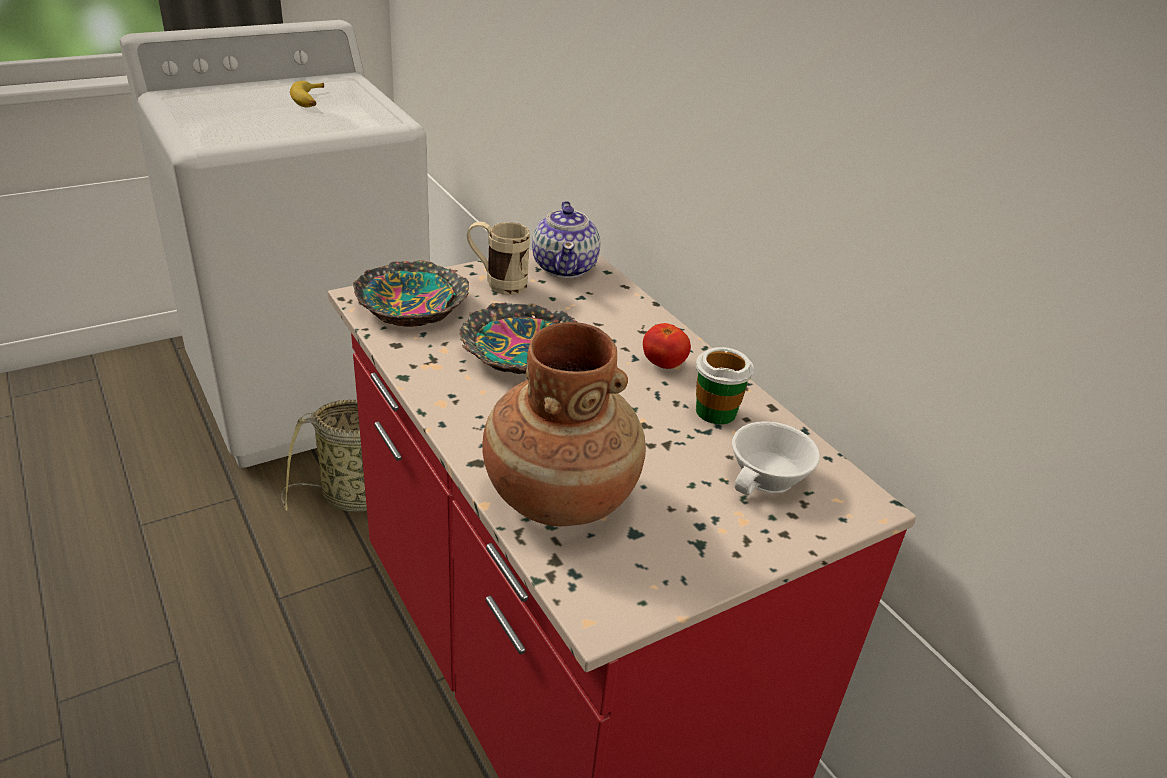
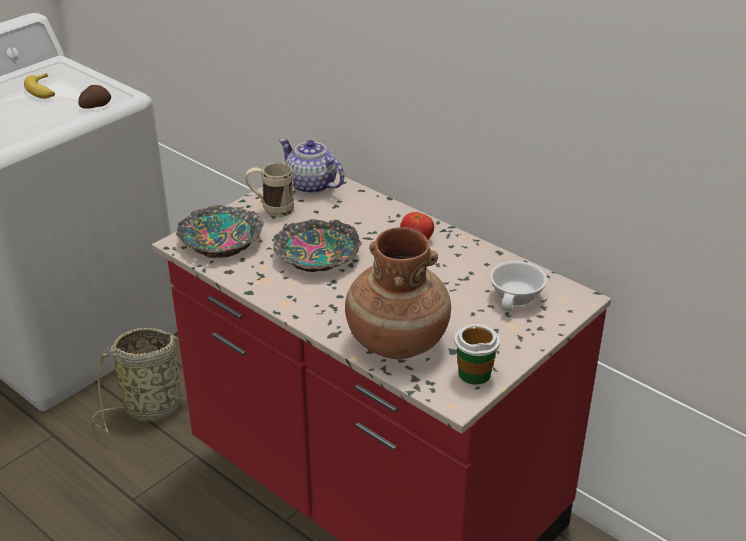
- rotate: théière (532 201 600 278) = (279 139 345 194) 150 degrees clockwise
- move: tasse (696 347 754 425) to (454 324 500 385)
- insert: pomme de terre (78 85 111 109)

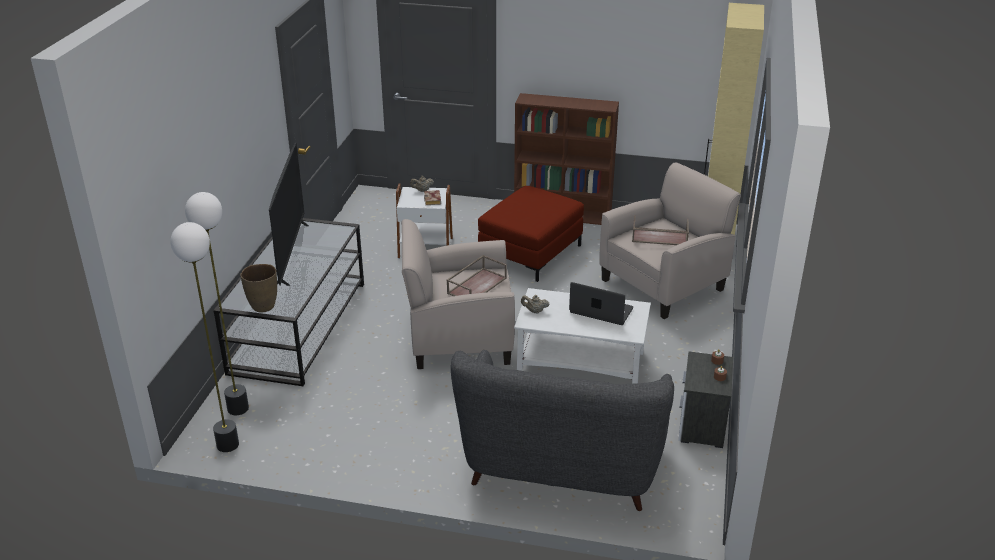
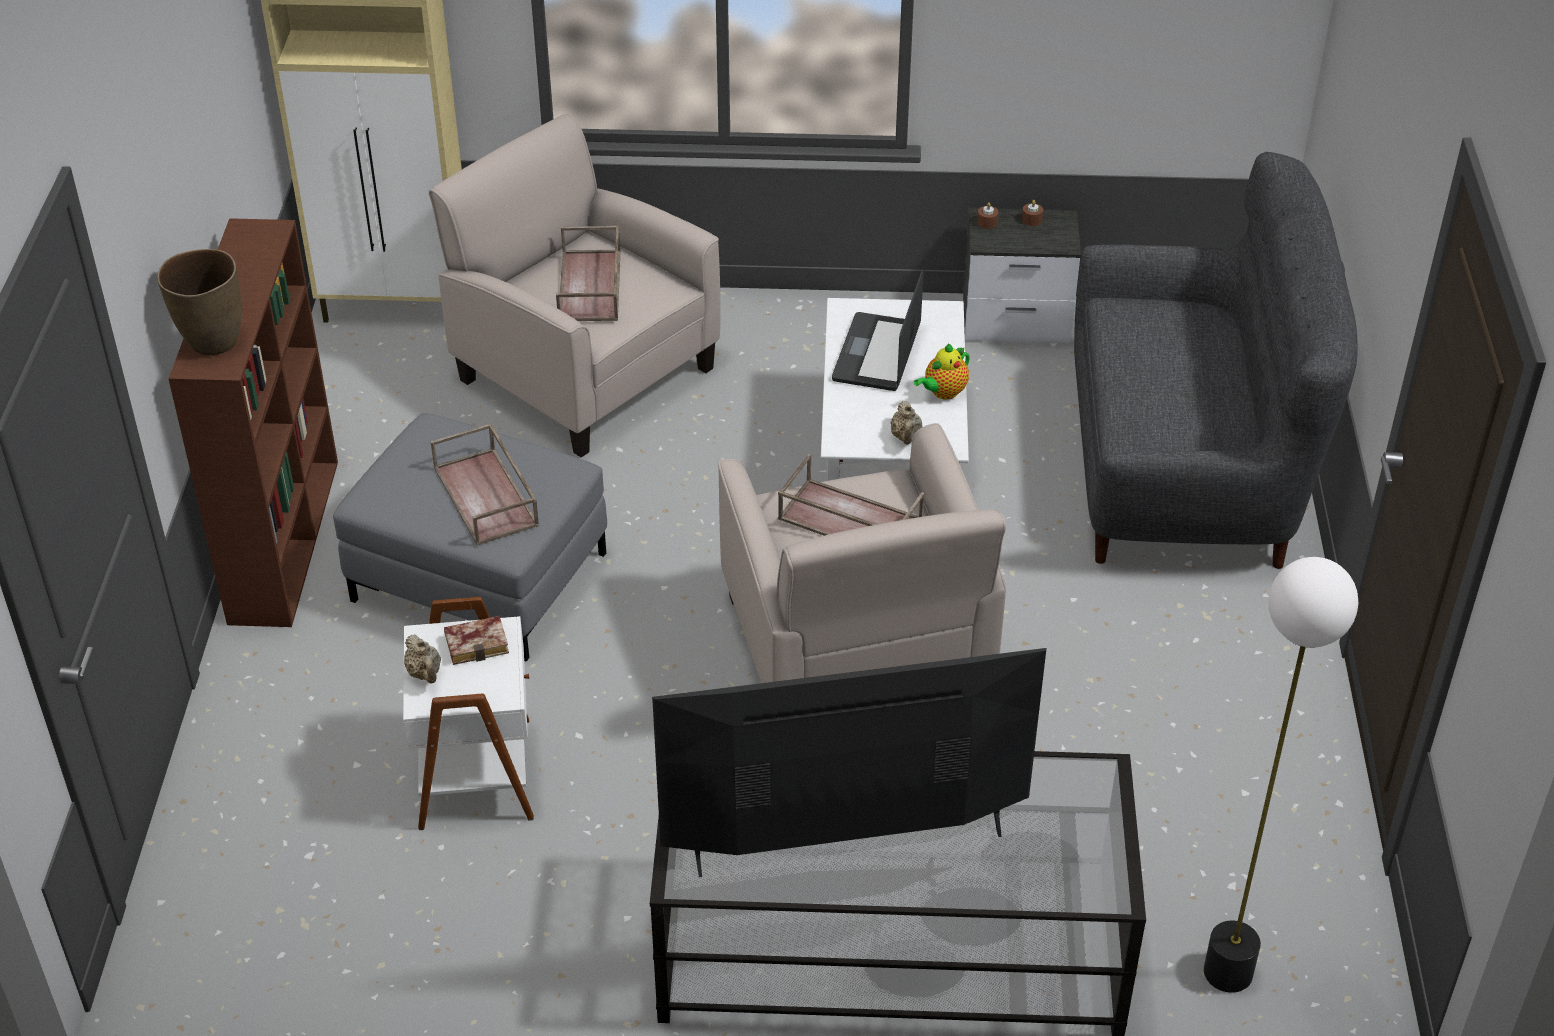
- recolor: pouf [rouge] (478 186 584 282) to pouf [gris] (333 413 607 662)
- delete: lampadaire (170 222 239 452)
- move: vase [marron] (240 264 277 312) to (157 249 241 355)
- insert: théière (914 344 970 399)
- insert: plateau [marron] (430 423 539 546)

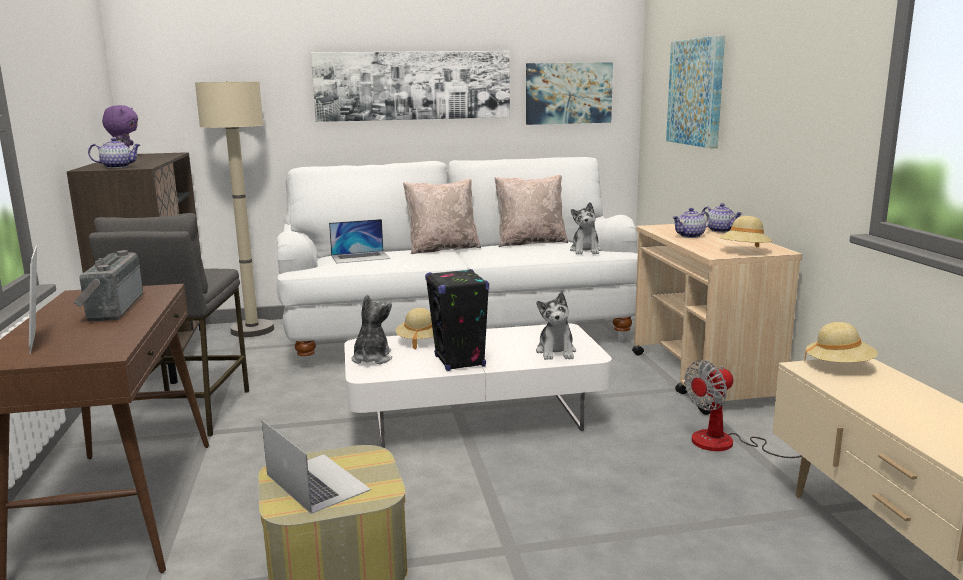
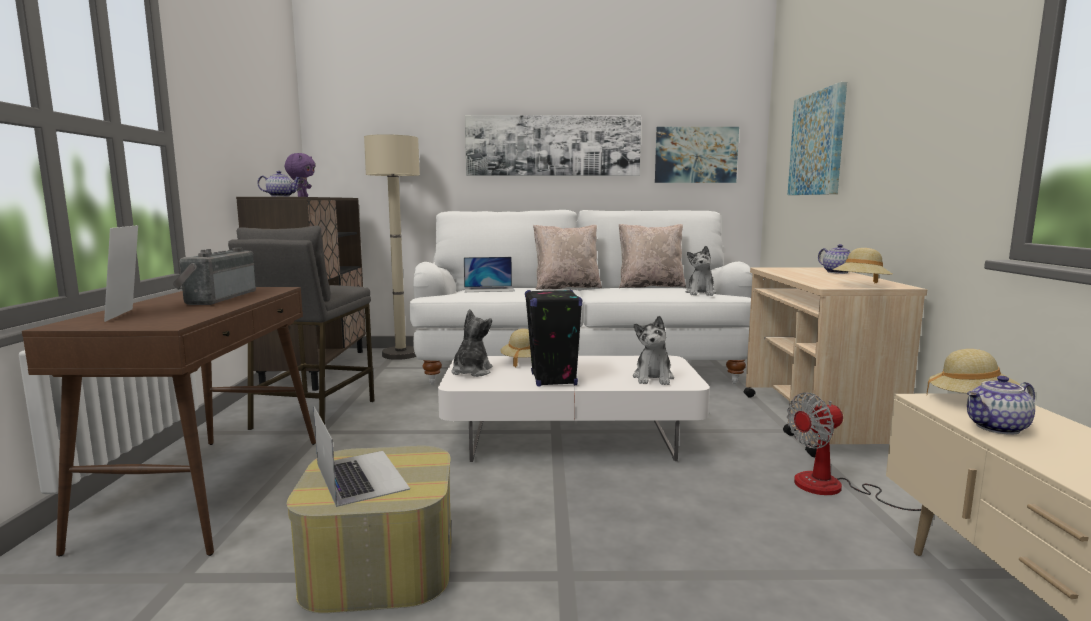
- move: théière (672 208 710 238) to (967 376 1035 435)

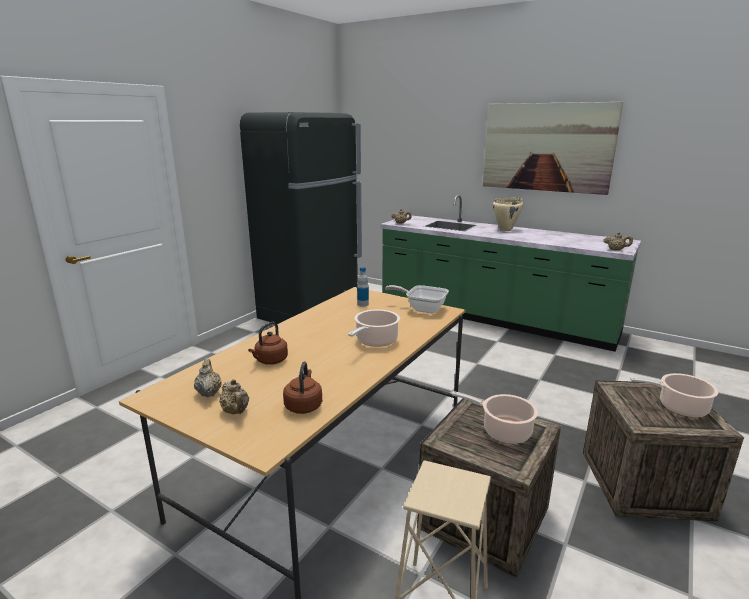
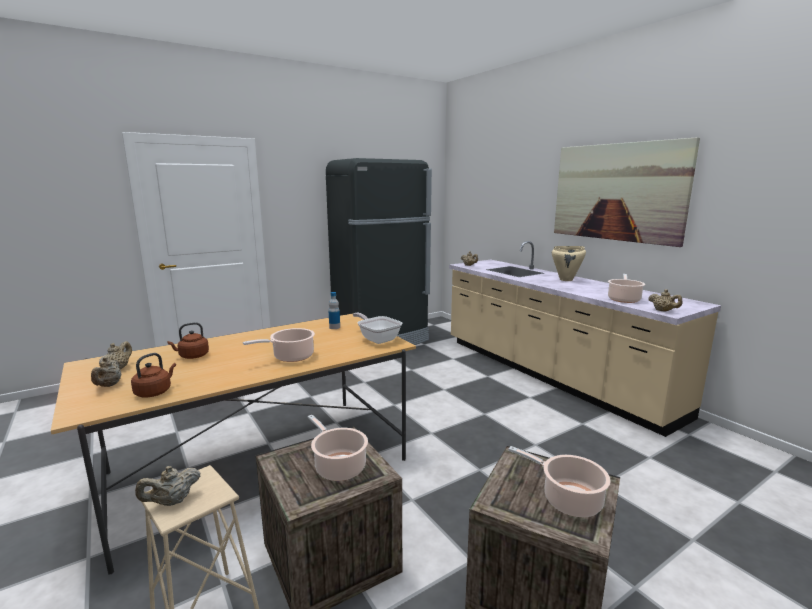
- recolor: comptoir de cuisine [vert] (380 195 641 352) to comptoir de cuisine [beige] (449 241 721 437)
- insert: marmite (608 274 645 303)
- insert: théière [beige] (135 466 201 506)

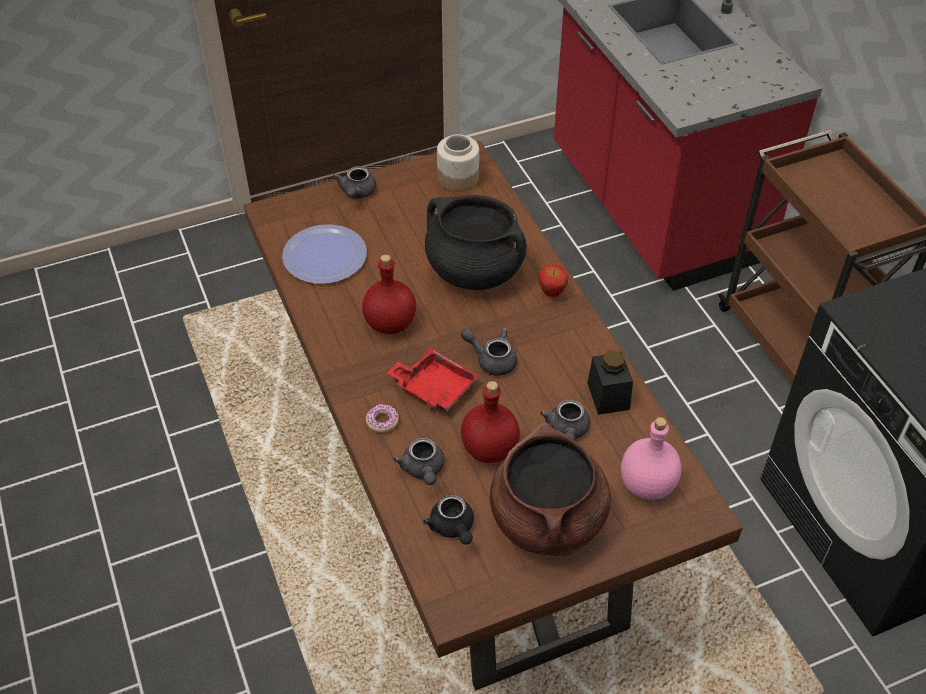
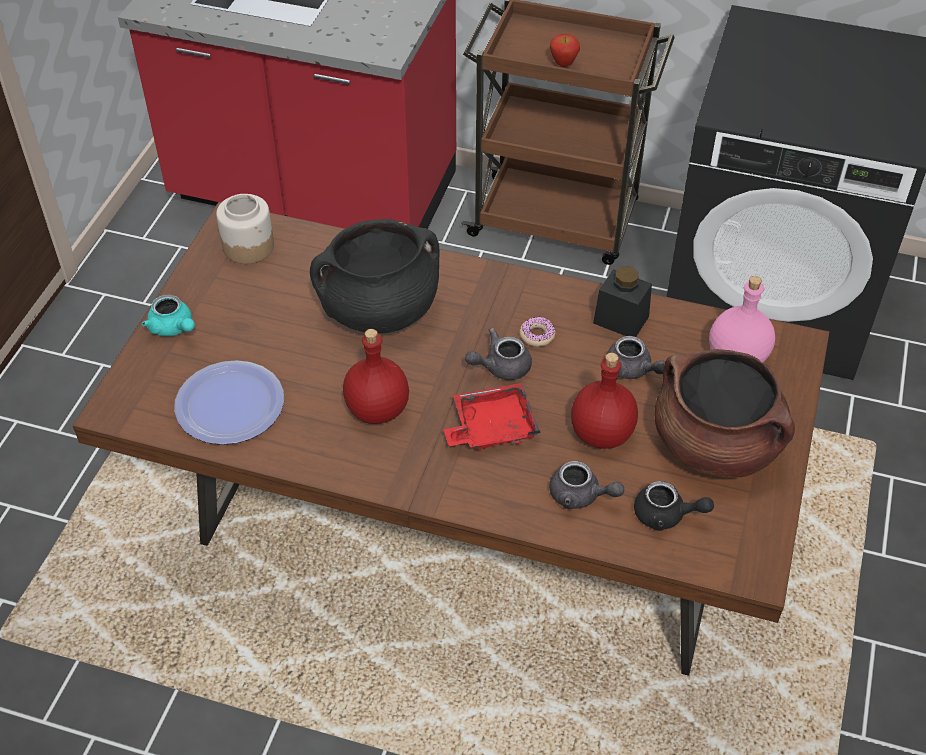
- recolor: théière [gris] (333 166 376 198) to théière [turquoise] (142 294 195 336)
- move: pomme (538 264 569 297) to (550 34 580 67)
- move: beignet (366 404 399 433) to (520 317 555 347)

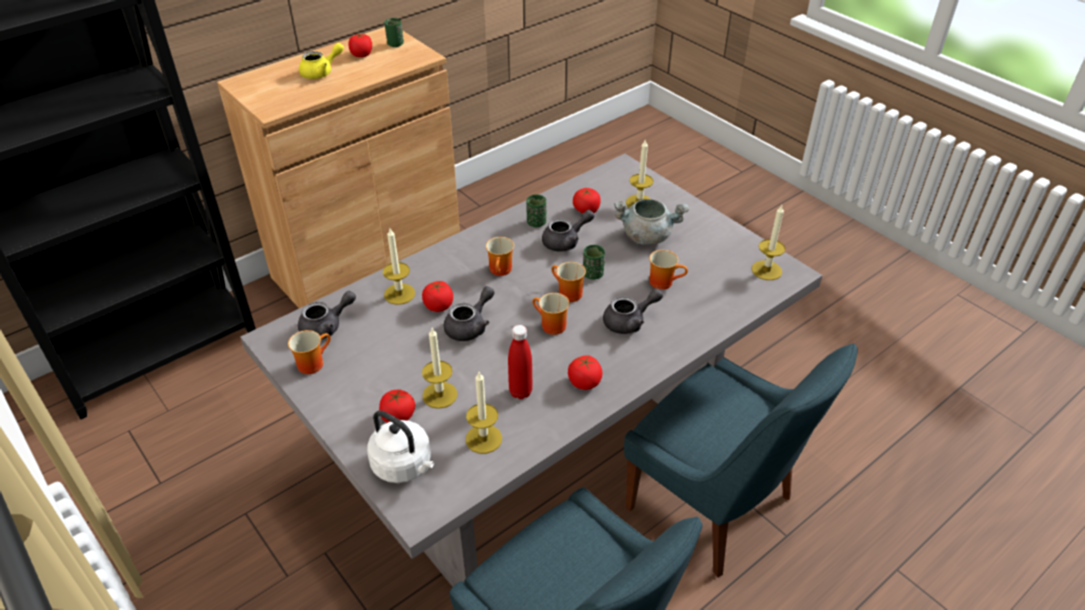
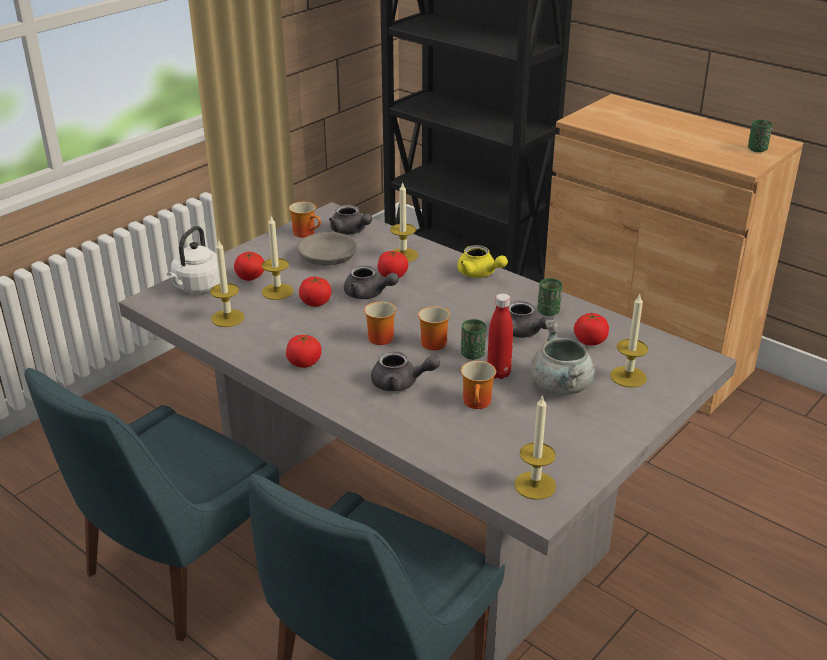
- move: tomate (349 34 372 57) to (299 277 331 307)
- move: théière [jaune] (299 43 344 79) to (457 245 508 278)
- delete: mug (486 237 514 276)
- rotate: théière [gris] (603 289 663 334) = (371 351 440 391) 45 degrees counterclockwise
- move: bouteille [rouge] (508 325 533 399) to (487 293 513 379)
- insert: bol [gris] (297 232 358 266)

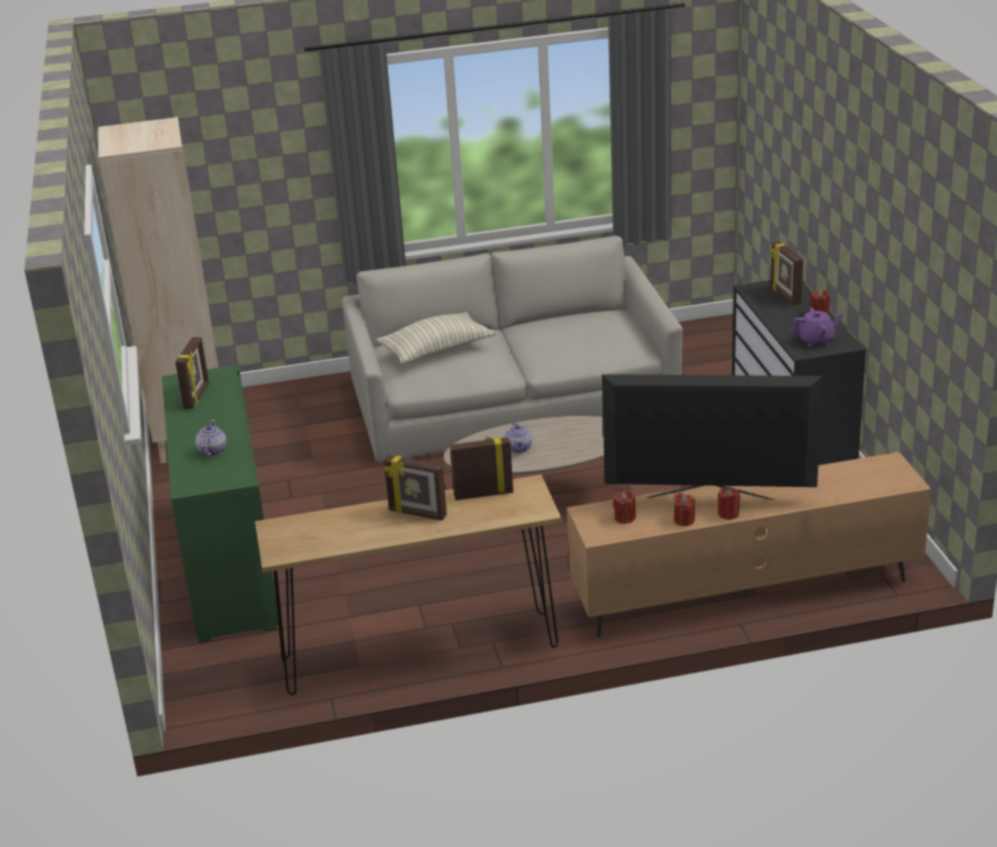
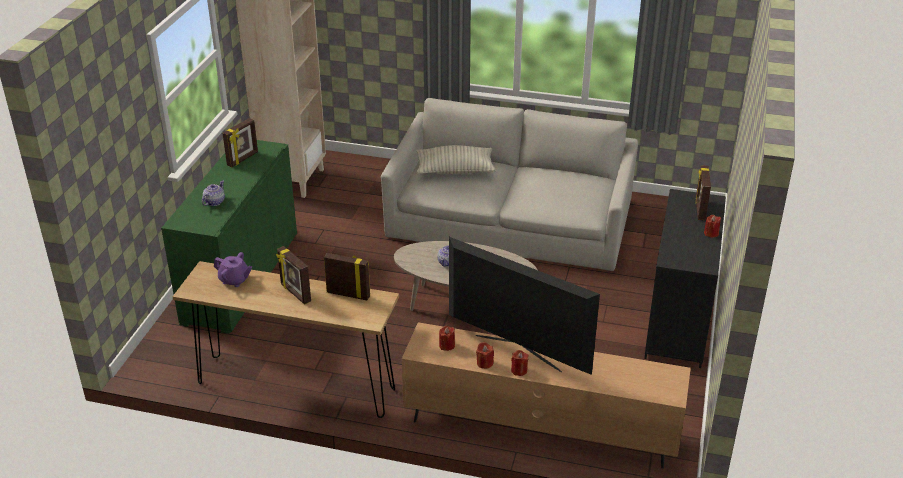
- move: théière [violet] (792 307 843 347) to (214 252 252 287)

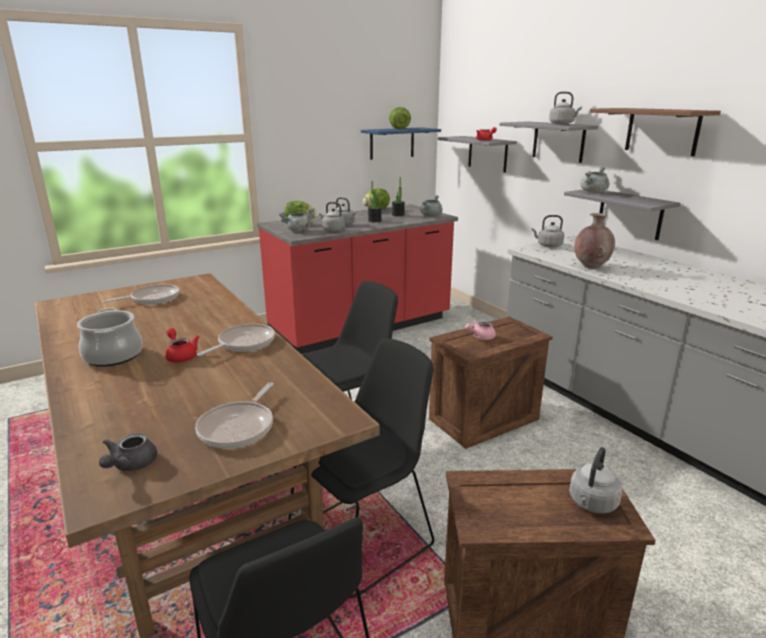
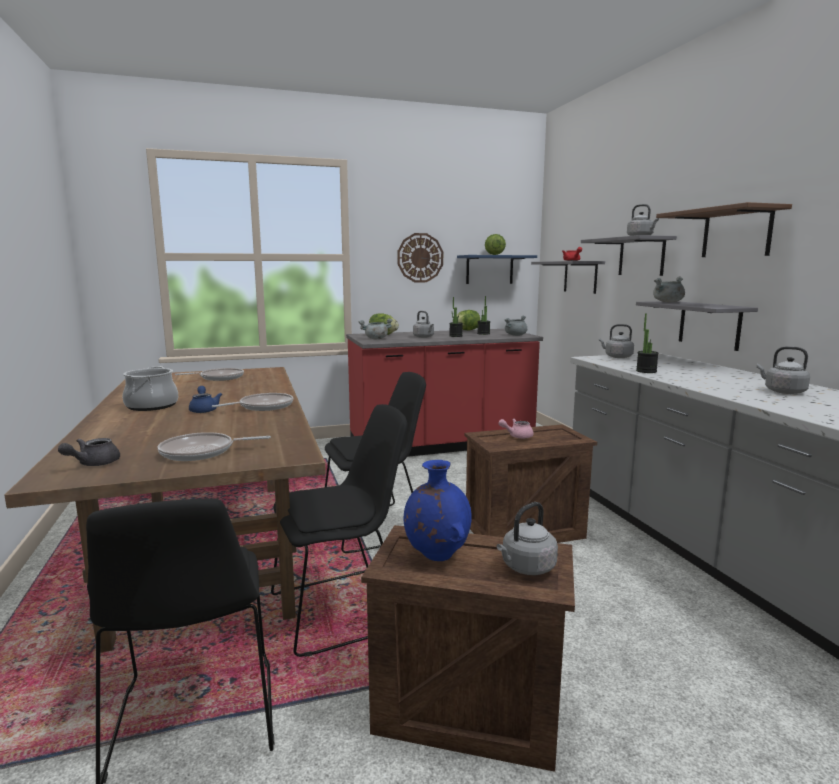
- move: bouilloire [gris] (319 202 345 232) to (757 346 810 394)
- replace: vase [marron] (574 213 615 269) to plante en pot (636 314 659 373)
- recolor: théière [rouge] (166 328 199 363) to théière [bleu] (189 386 222 413)
- rotate: poêle (195 382 274 448) = (157 432 271 461) 45 degrees clockwise
- insert: horloge murale (397 233 443 282)
- insert: vase [bleu] (404 460 472 561)

